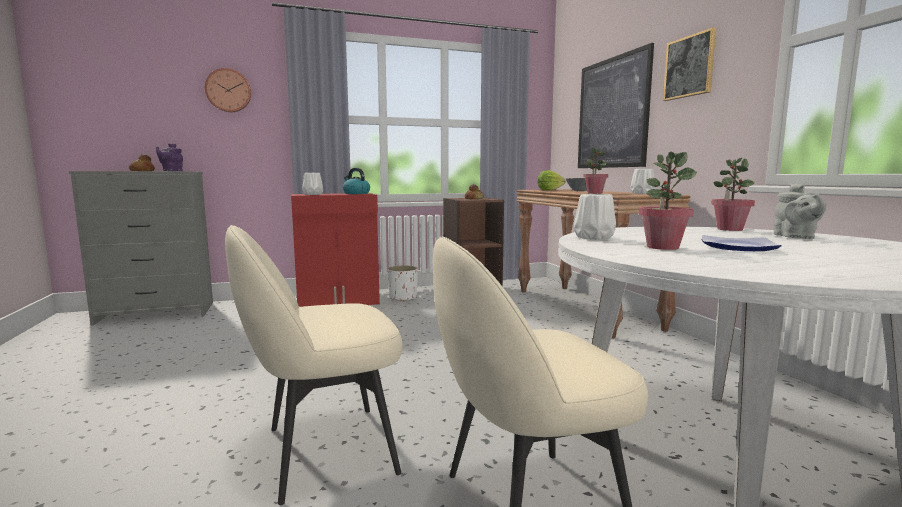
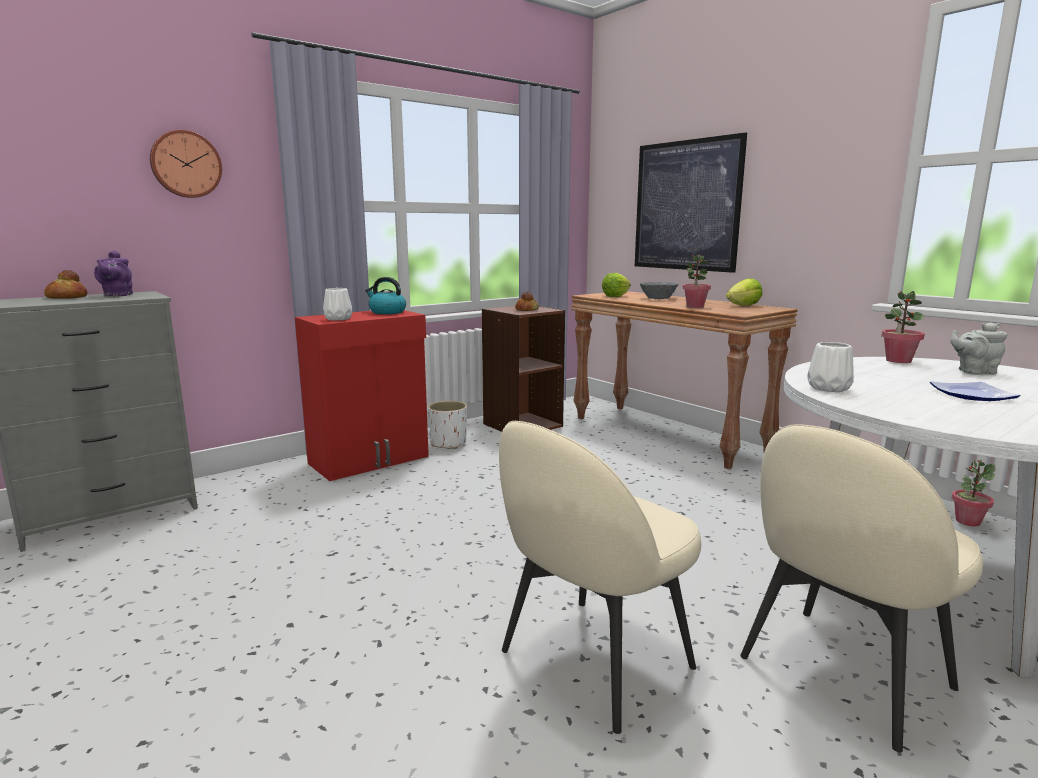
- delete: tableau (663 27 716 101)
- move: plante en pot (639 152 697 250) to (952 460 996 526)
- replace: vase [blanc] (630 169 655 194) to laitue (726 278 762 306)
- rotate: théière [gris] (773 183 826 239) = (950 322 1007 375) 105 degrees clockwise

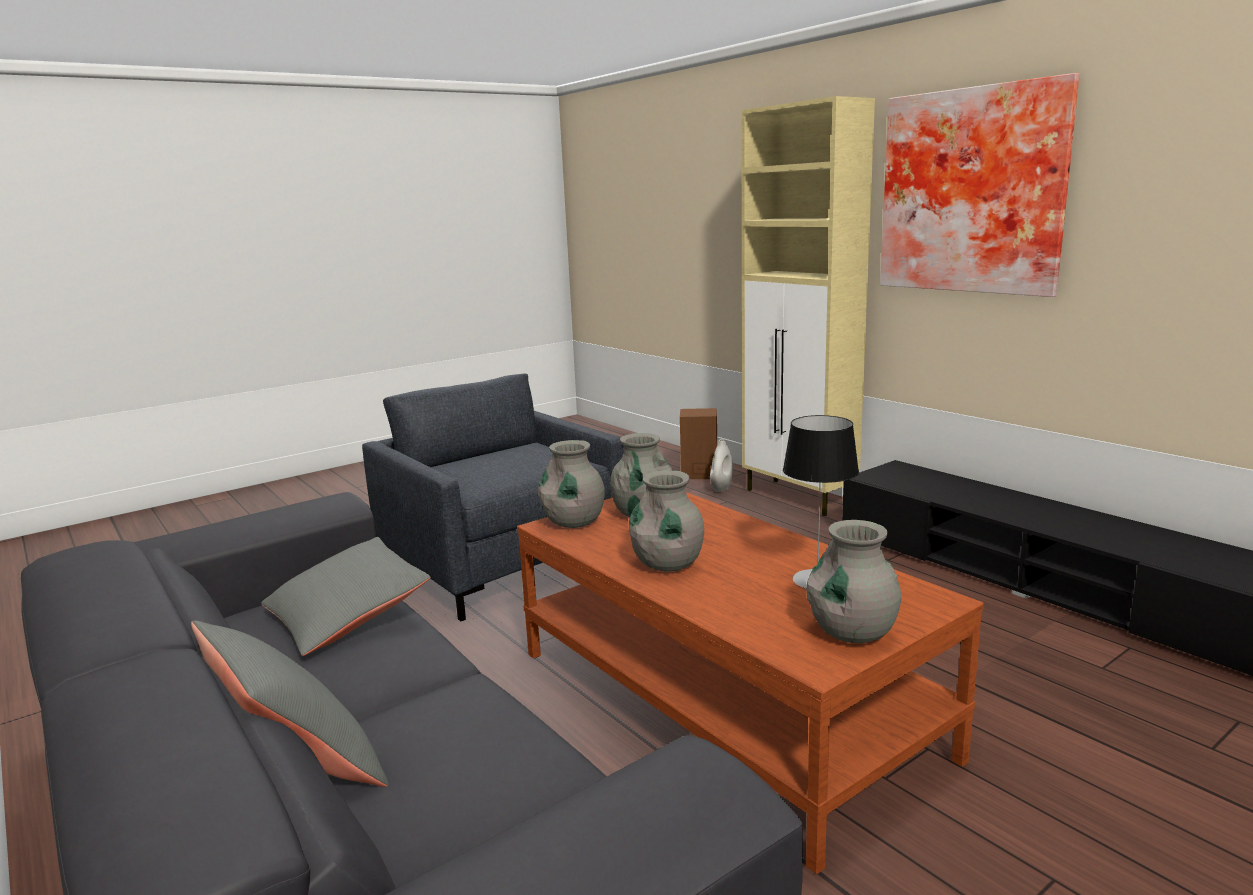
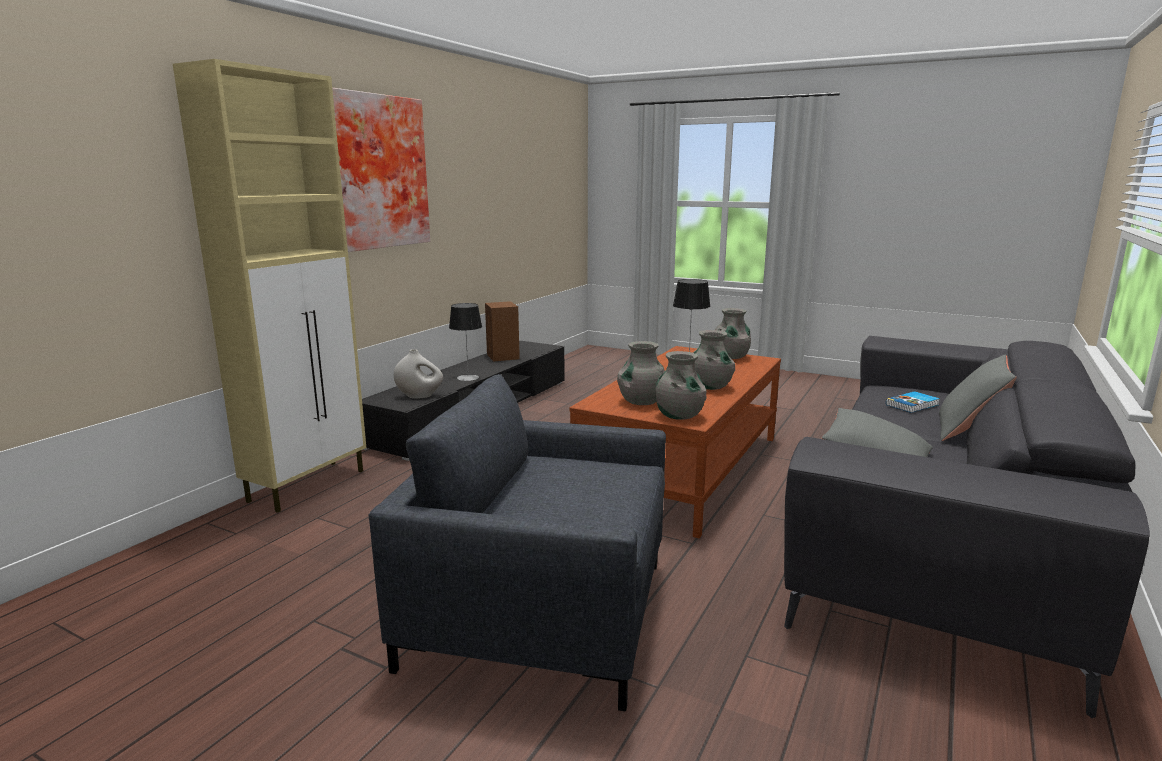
- rotate: fauteuil [gris] (362 373 624 622) = (369 374 666 711) 75 degrees clockwise
- move: enceinte [marron] (680 408 717 479) to (485 301 520 362)
- move: vase [blanc] (710 439 733 492) to (394 349 443 398)
- insert: lampe de table (449 303 482 381)
- insert: livre (886 391 940 413)

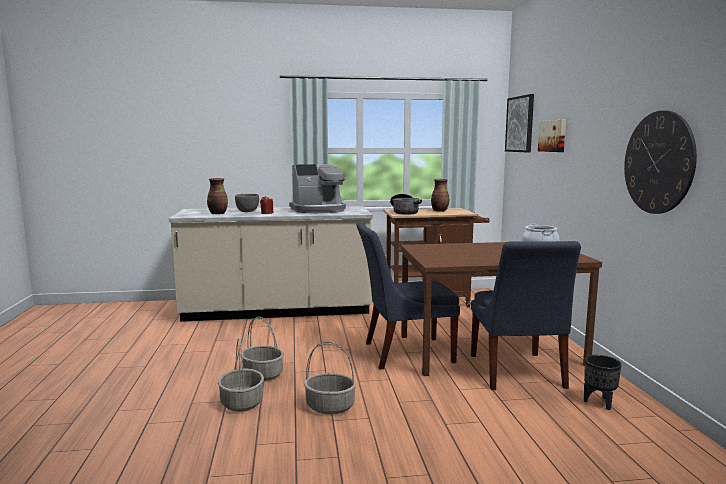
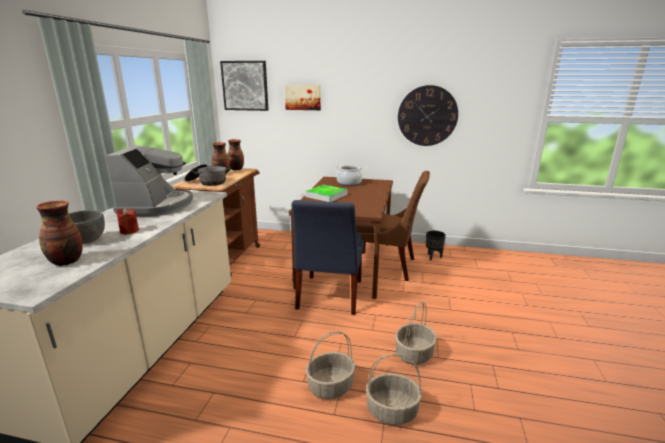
- recolor: chaise [bleu] (471 241 581 390) to chaise [marron] (356 171 430 281)
- insert: vase (227 139 244 170)
- insert: plateau (305 185 348 202)

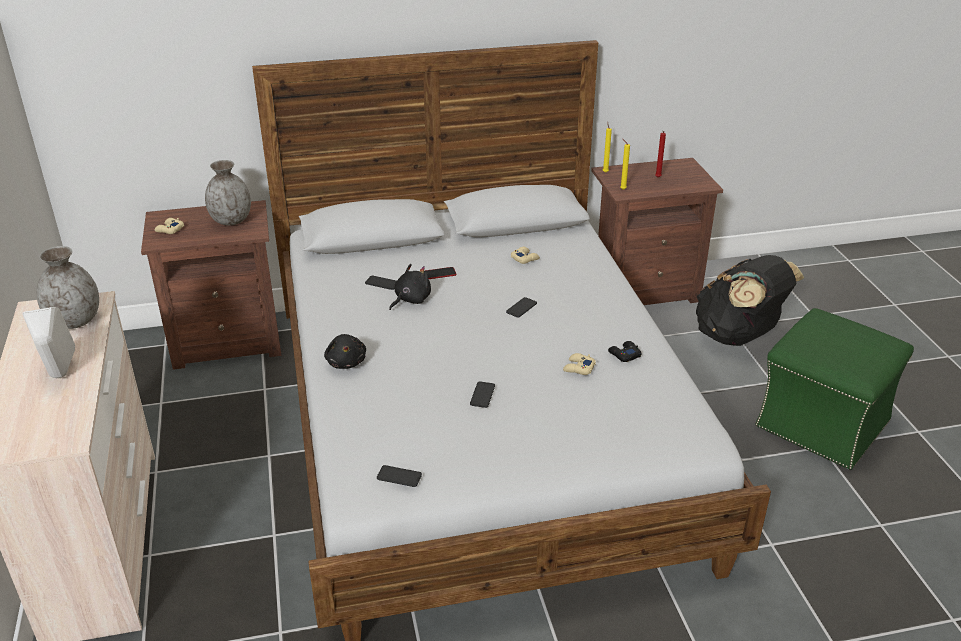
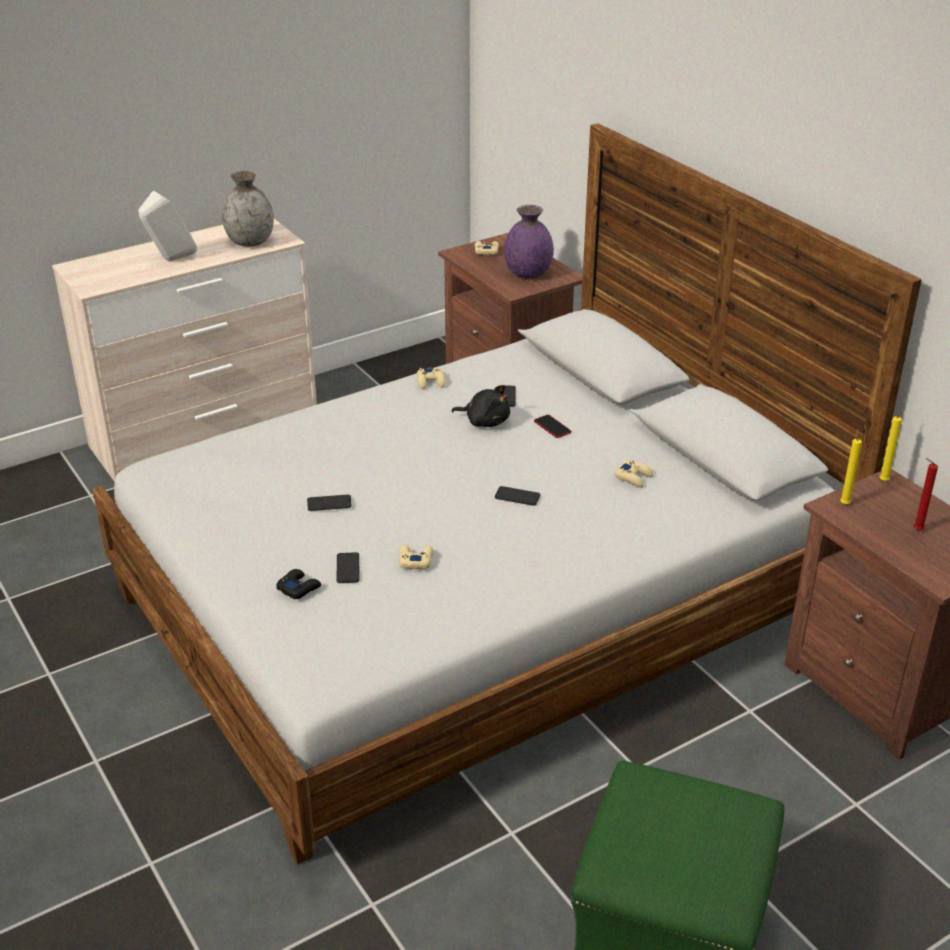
- recolor: vase [gris] (205 160 251 225) to vase [violet] (504 205 554 279)
- delete: sac à dos [noir] (696 255 804 346)
- delete: peluche [noir] (324 334 366 369)
- move: manette [noir] (608 341 641 362) to (276 569 321 599)
- move: téléphone (377 465 422 487) to (337 552 360 583)
- insert: manette [beige] (417 368 446 389)

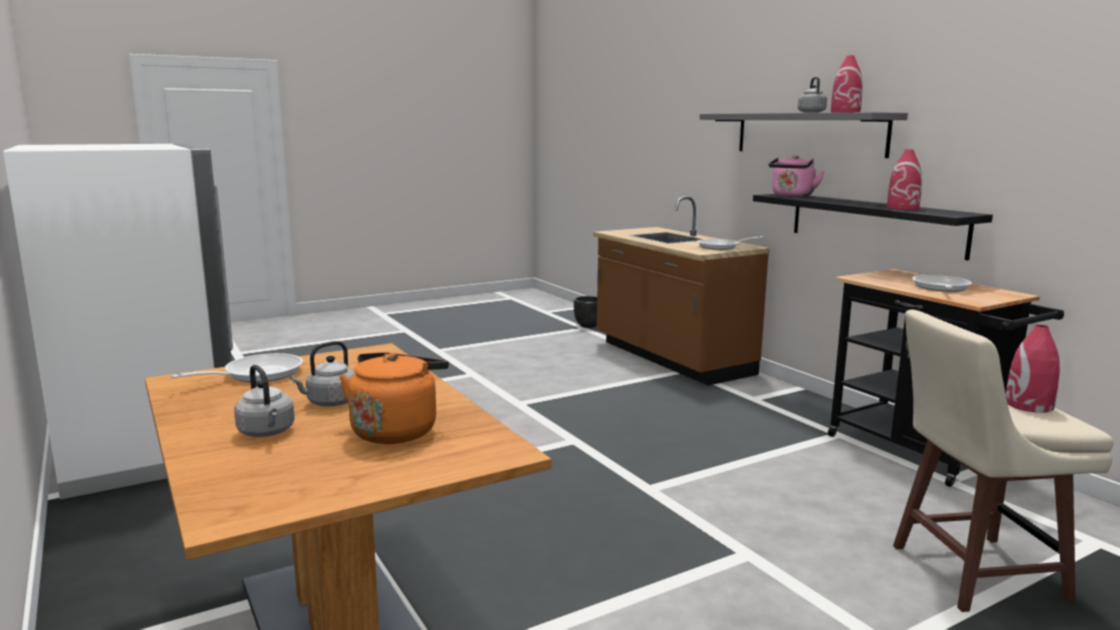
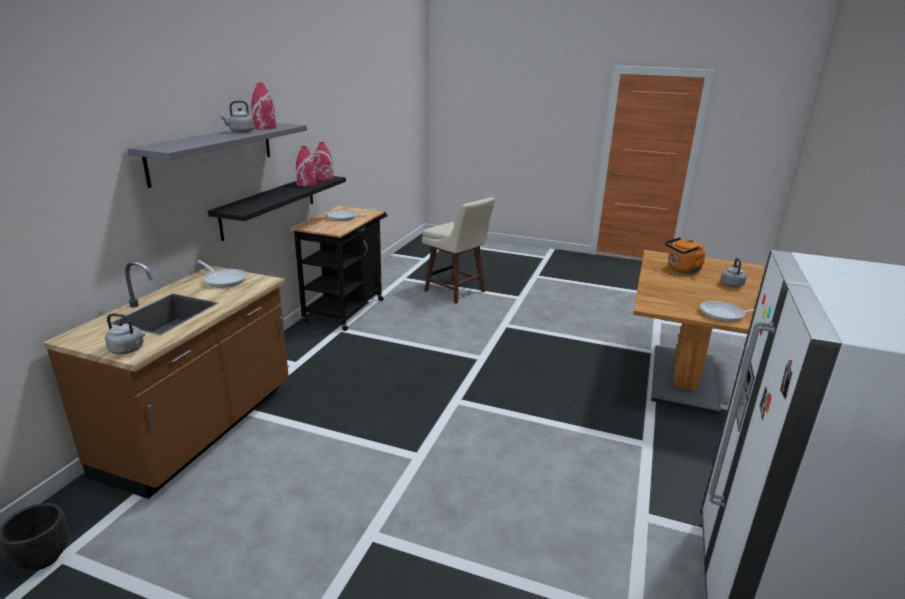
- delete: bouilloire [rose] (769 155 825 197)
- move: vase [rouge] (1006 325 1060 413) to (314 142 334 181)
- move: bouilloire [gris] (290 341 355 406) to (105 313 145 354)

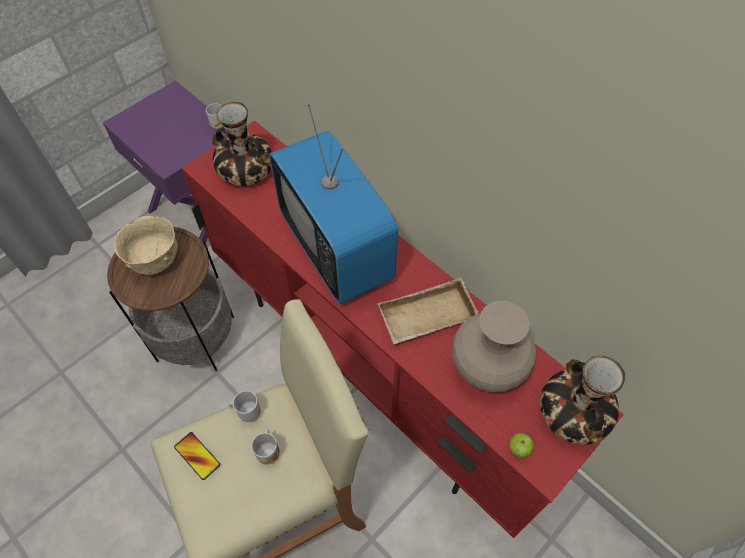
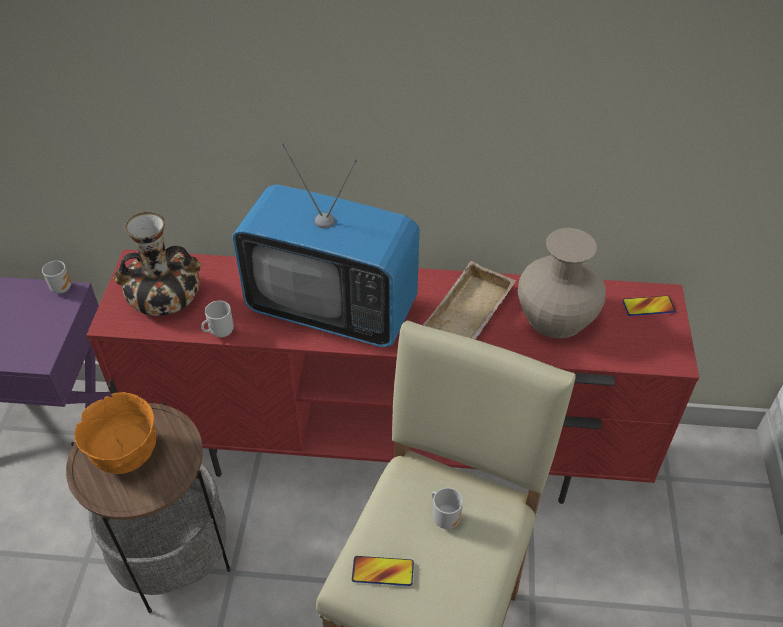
- recolor: bol [beige] (113 216 178 275) to bol [orange] (74 392 157 474)
- replace: vase (540 355 625 445) to téléphone (623 296 676 316)
- move: mug (229 391 261 422) to (201 301 234 337)
- delete: pomme (509 433 534 458)

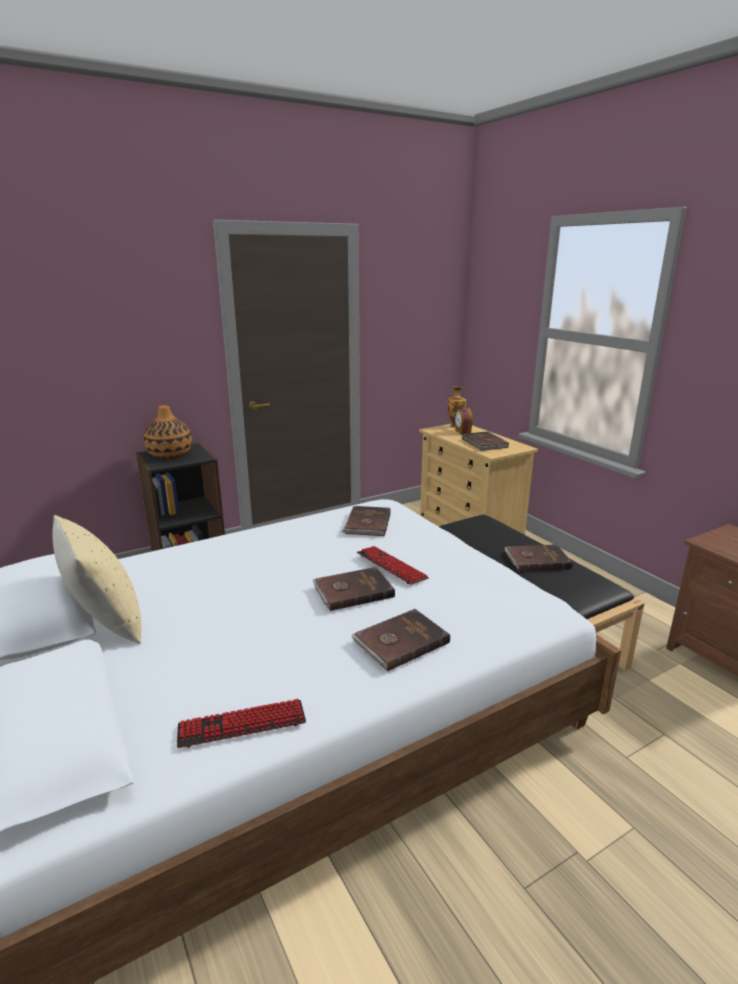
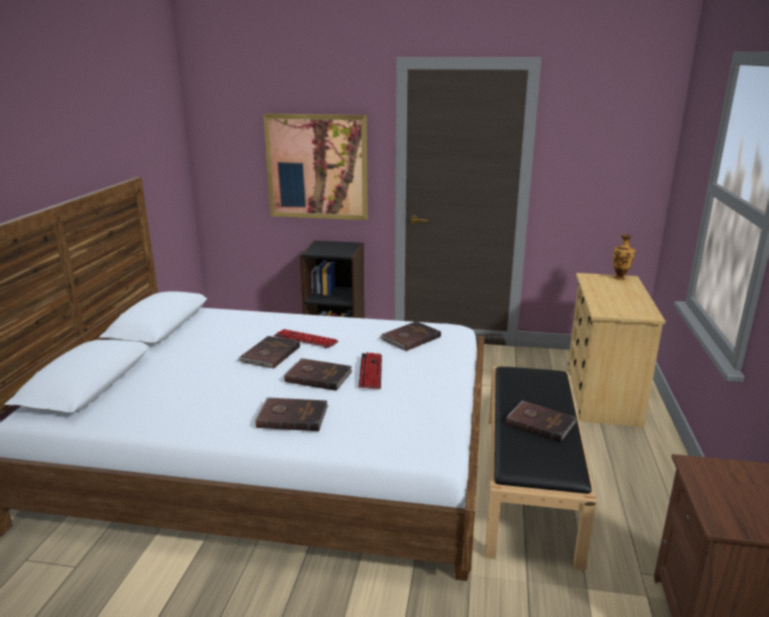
- delete: vase (144 405 192 458)
- delete: réveil (455 407 473 435)
- move: livre [marron] (461 431 509 451) to (238 336 300 369)
- delete: coussin [beige] (52 515 141 644)
- move: clavier (177 699 306 748) to (274 329 339 348)
- insert: tableau (263 114 368 220)

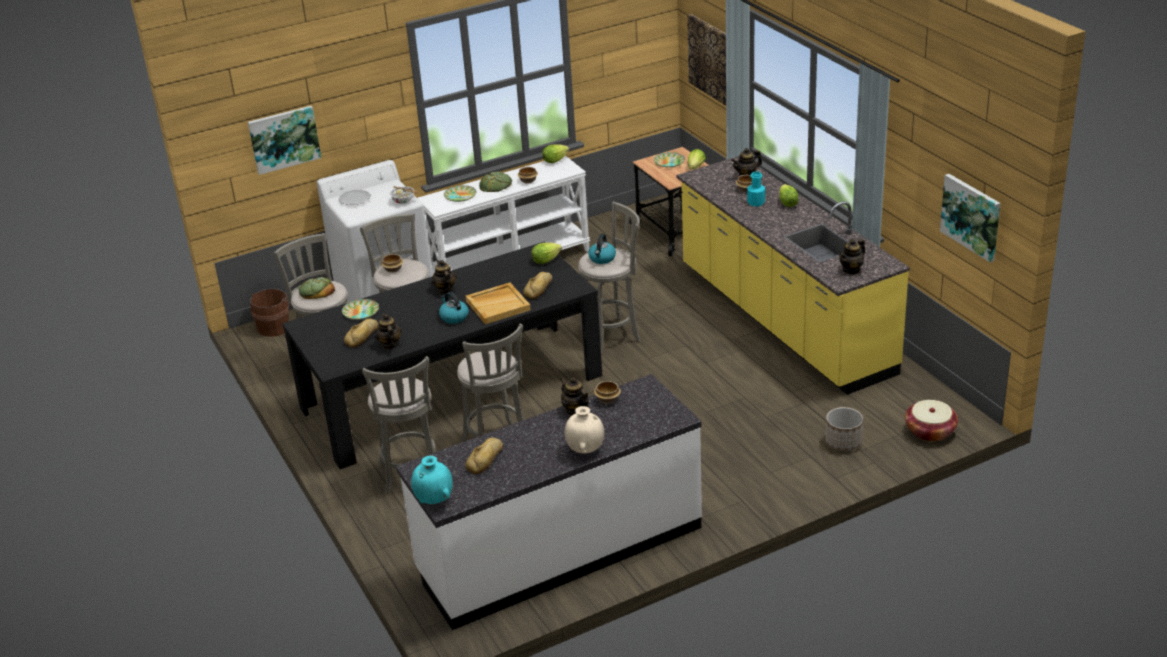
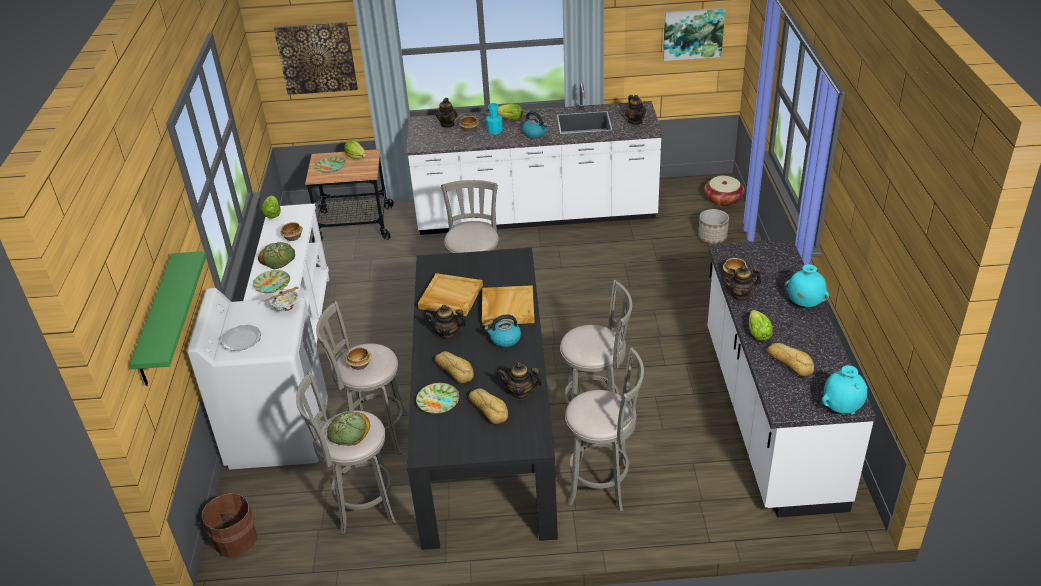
- replace: tableau (248 106 321 175) to étagère [vert] (129 251 207 386)
- recolor: comptoir de cuisine [jaune] (676 156 910 395) to comptoir de cuisine [blanc] (406 82 663 235)
- move: bouilloire (588 234 616 264) to (522 111 547 138)
- move: laitue (531 243 562 264) to (749 310 773 341)
- move: pain (523 272 552 299) to (435 351 474 384)
- recolor: vase [beige] (565 406 604 453) to vase [turquoise] (785 264 829 307)
- insert: plateau [beige] (418 273 483 316)

